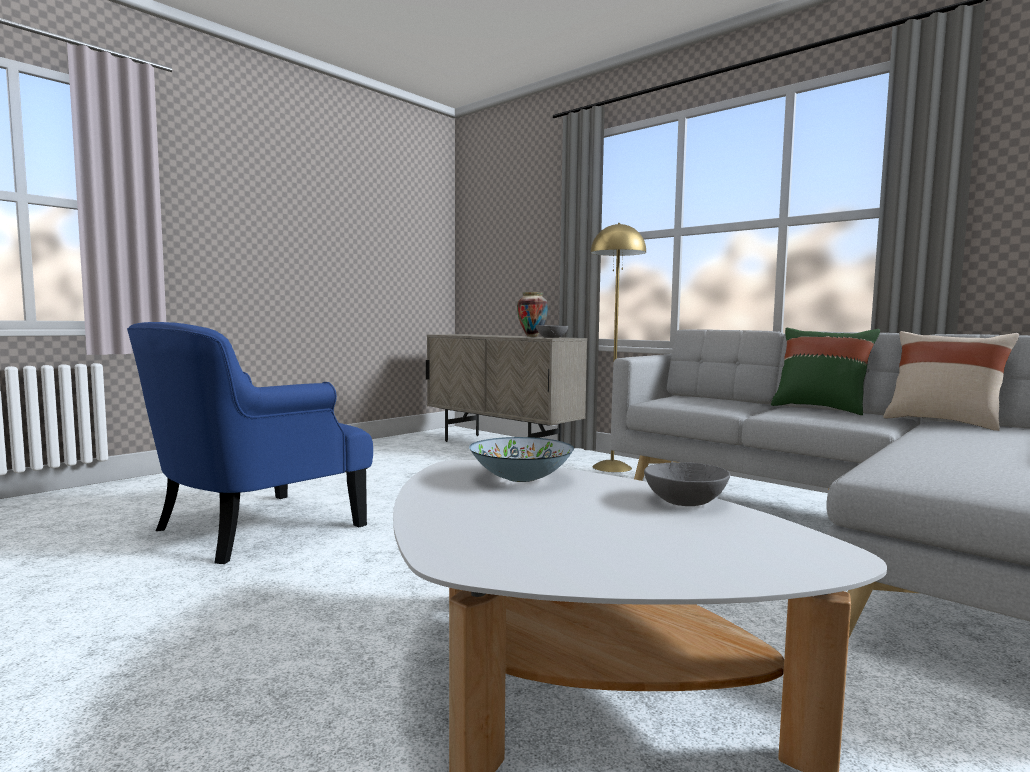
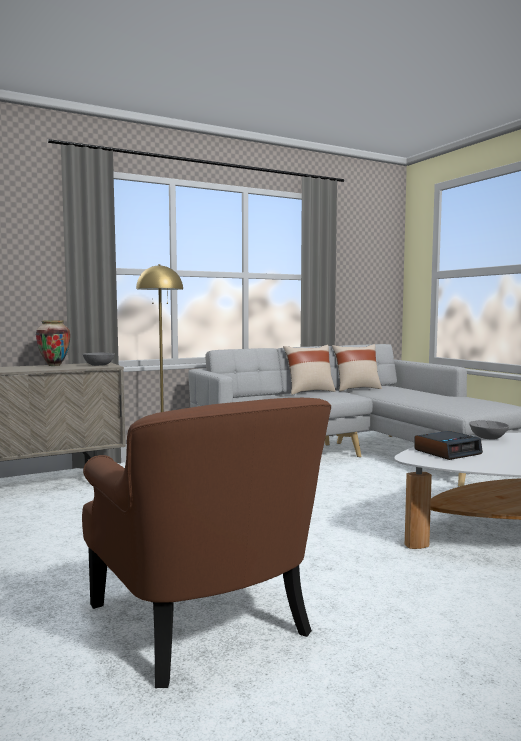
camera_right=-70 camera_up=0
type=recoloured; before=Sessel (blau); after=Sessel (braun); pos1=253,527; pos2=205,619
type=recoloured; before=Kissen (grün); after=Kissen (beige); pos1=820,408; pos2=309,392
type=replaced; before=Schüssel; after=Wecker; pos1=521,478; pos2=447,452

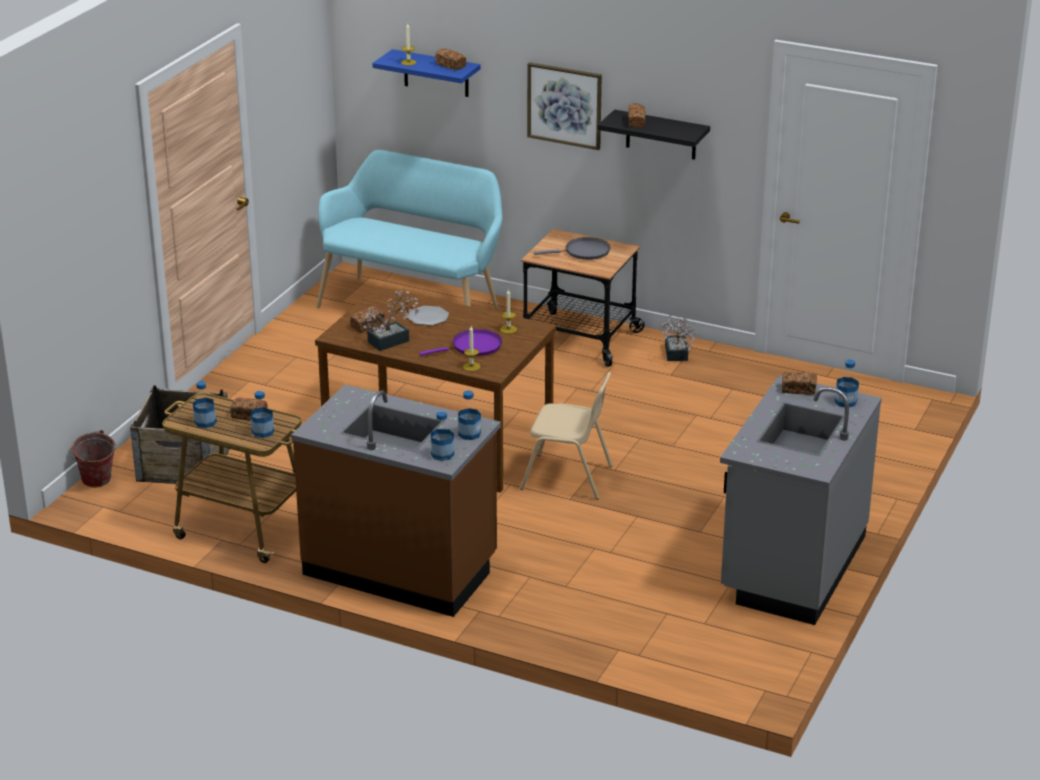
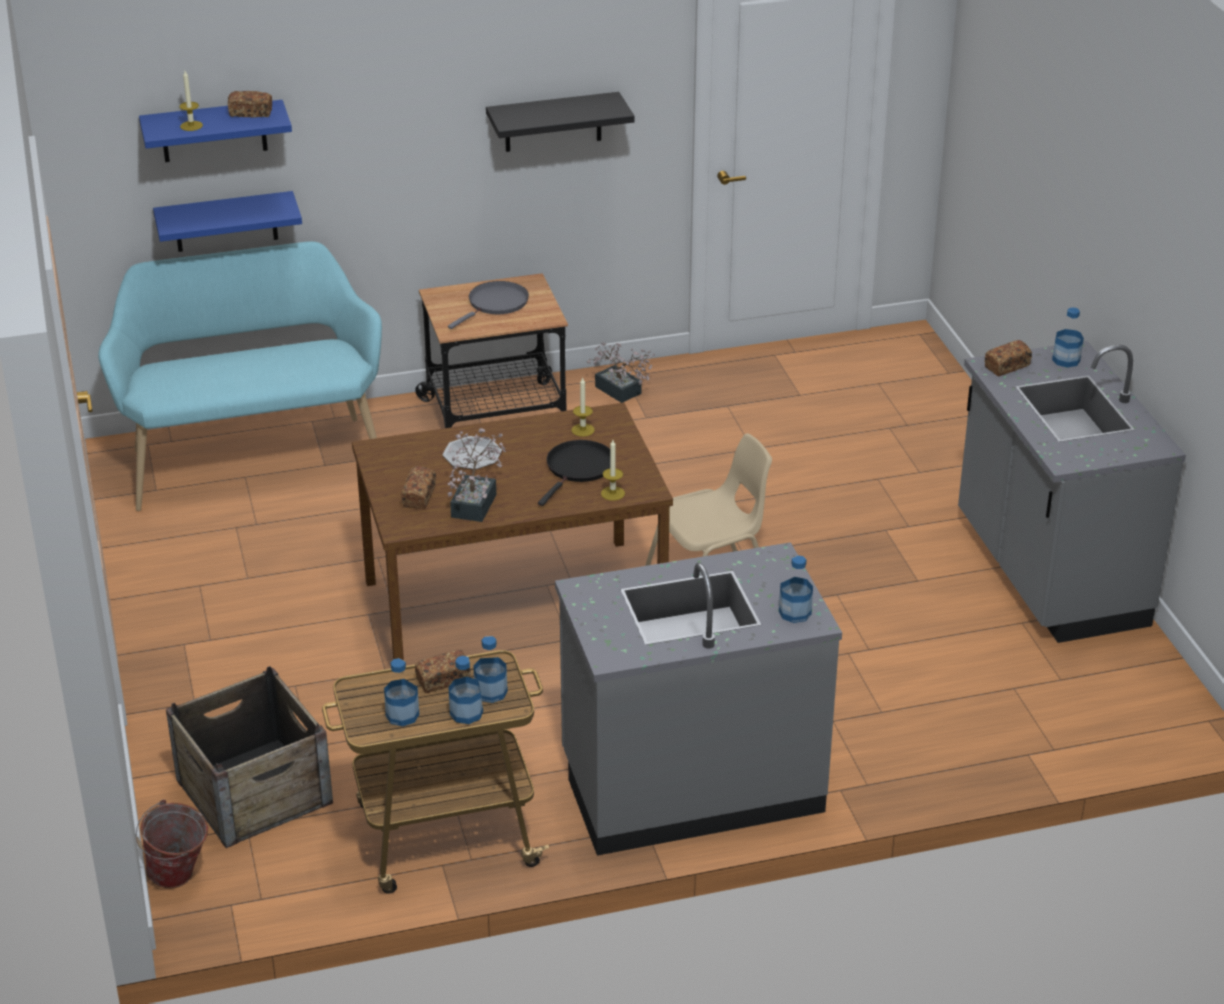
camera_right=-40 camera_up=5
type=removed; before=Bild; pos1=564,105
type=removed; before=Brot; pos1=636,122
type=recoloured; before=Pfanne (lila); after=Pfanne (schwarz); pos1=473,347; pos2=578,468
type=recoloured; before=Küchenzeile (braun); after=Küchenzeile (grau); pos1=401,568; pos2=691,785
type=moved; before=Flasche; pos1=469,434; pos2=466,713
type=added; after=Wandregal (blau); pos2=225,222

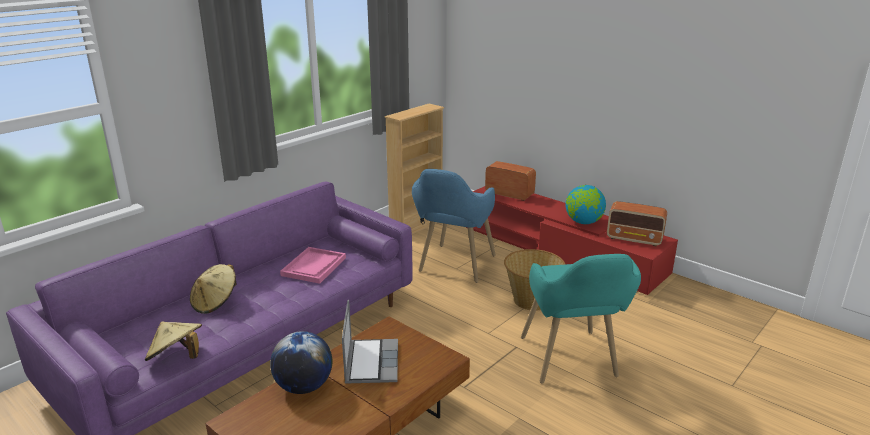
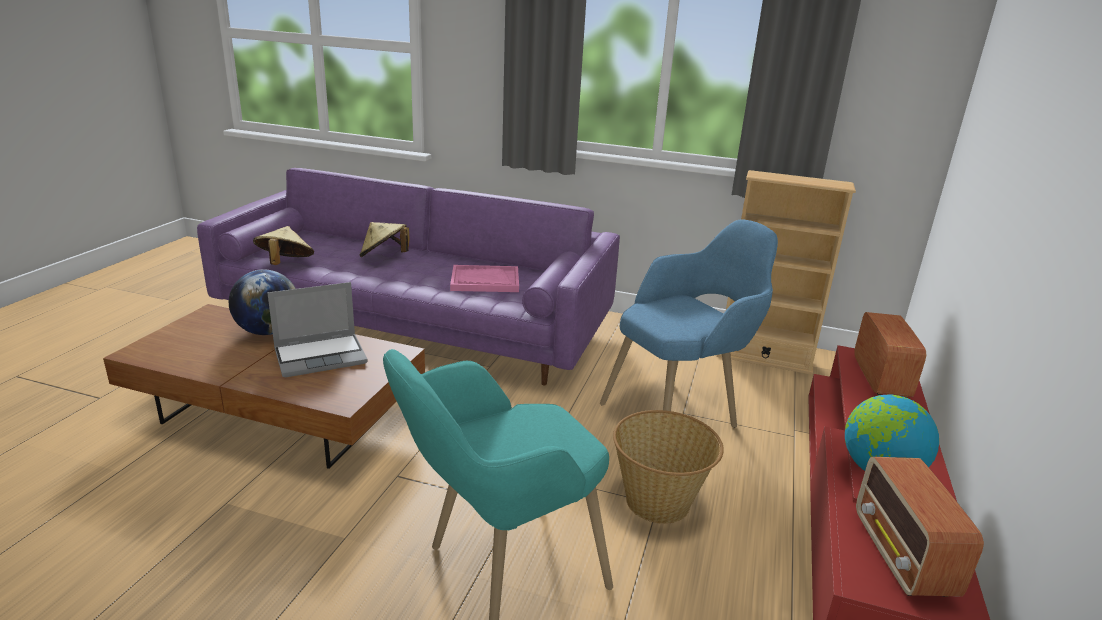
camera_right=65 camera_up=0
type=turned; before=Sessel (blau); pos1=454,268; pos2=680,411; turn=150

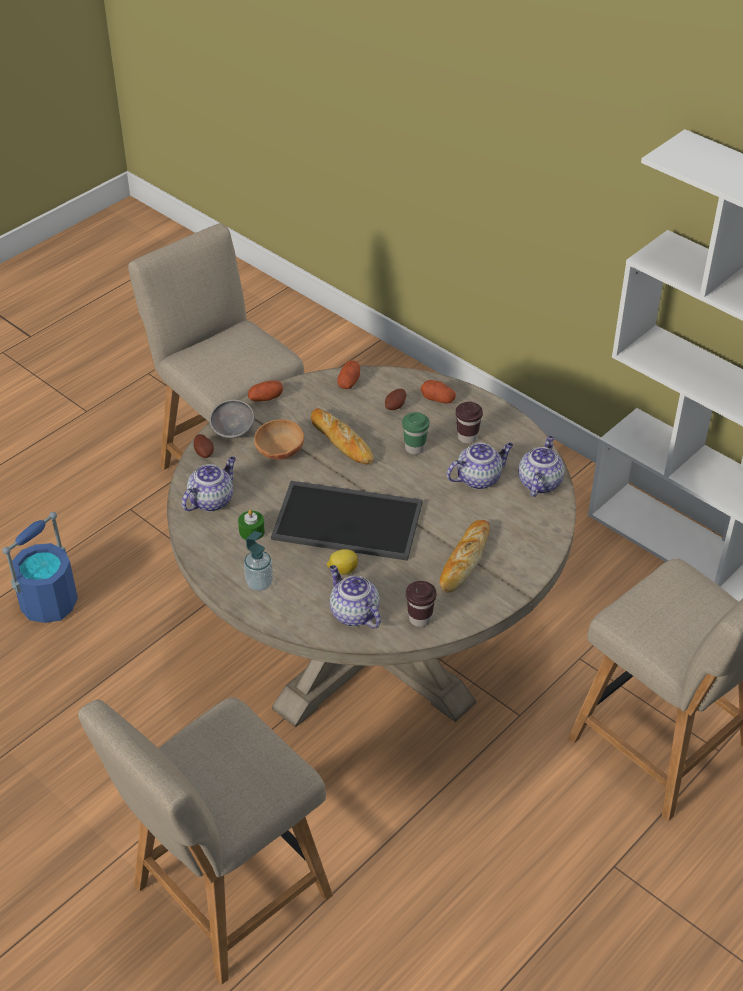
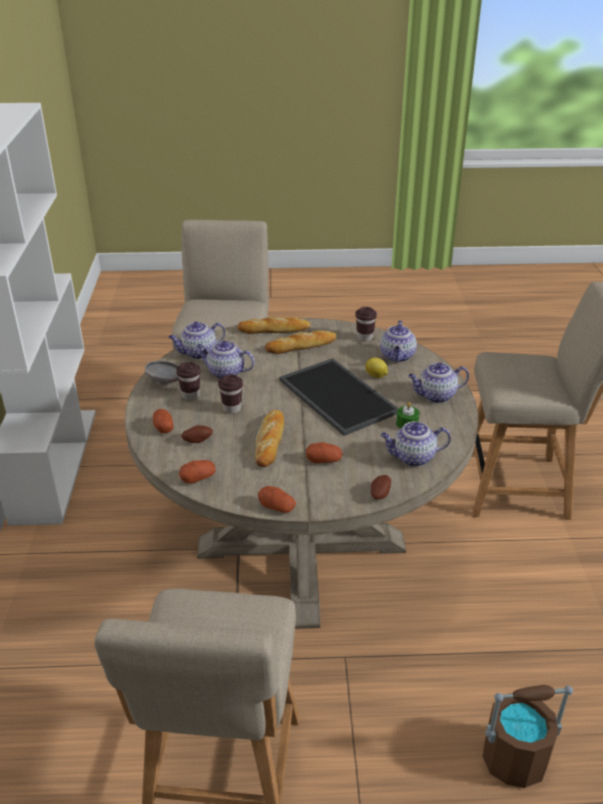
camera_right=-135 camera_up=-10
type=moved; before=Schüssel (grau); pos1=232,431; pos2=166,382
type=recoloured; before=Tasse (grün); after=Tasse (braun); pos1=414,448; pos2=232,409
type=replaced; before=Schüssel (braun); after=Kartoffel; pos1=279,452; pos2=324,460
type=recoloured; before=Eimer (blau); after=Eimer (braun); pos1=49,602; pos2=513,759
type=replaced; before=Seifenspender; after=Teekanne; pos1=259,583; pos2=435,396
type=added; after=Brot; pos2=274,330

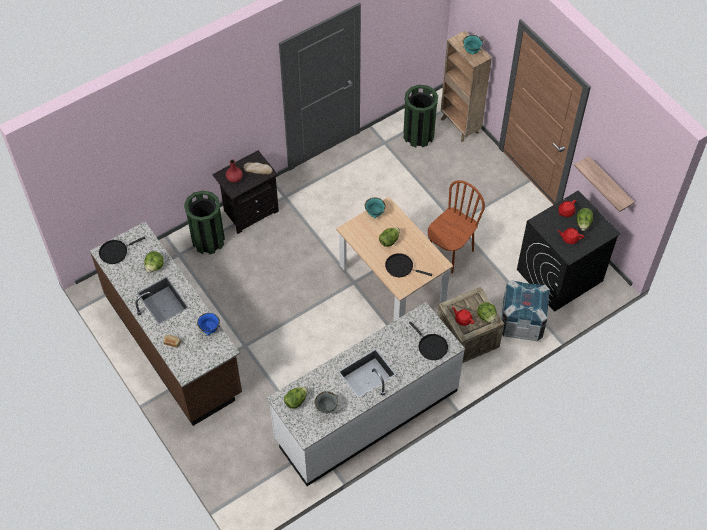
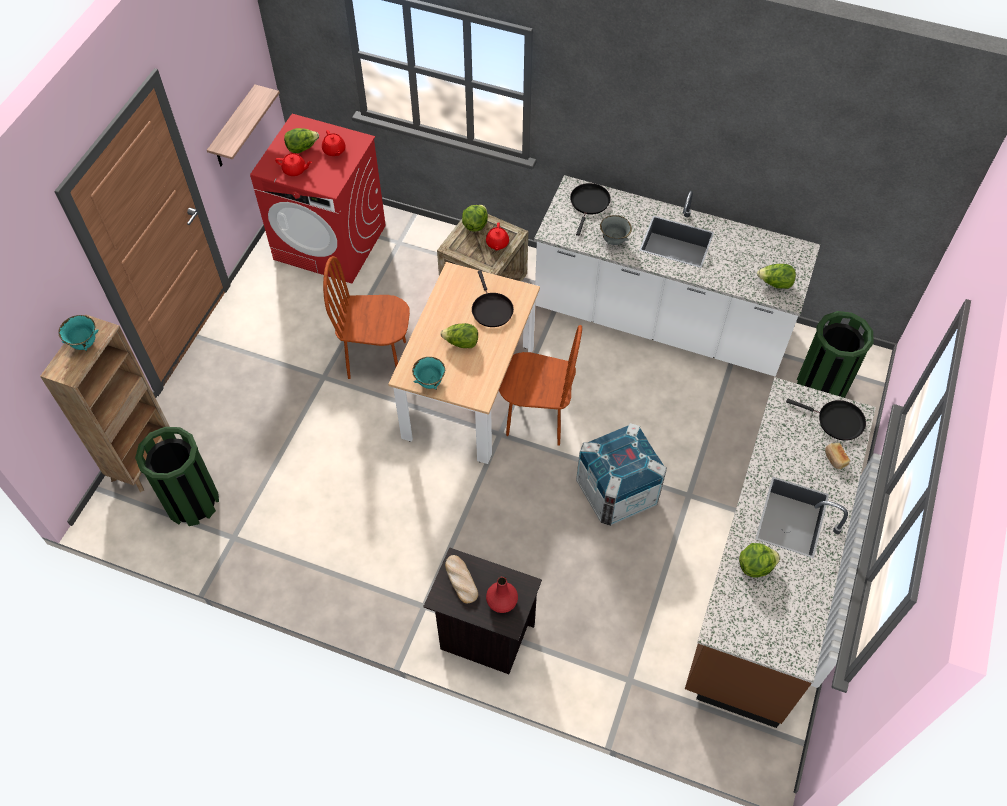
camera_right=-125 camera_up=0
type=recoloured; before=Waschmaschine (schwarz); after=Waschmaschine (rot); pos1=559,275; pos2=331,242
type=moved; before=Mülleimer (grün); pos1=208,240; pos2=820,389
type=moved; before=Pfanne (schwarz); pos1=115,252; pos2=837,421
type=moved; before=Kiste; pos1=521,322; pos2=617,491
type=removed; before=Schüssel (blau); pos1=209,329
type=moved; before=Schüssel (grau); pos1=326,408; pos2=613,241
type=added; after=Stuhl (braun); pos2=537,419

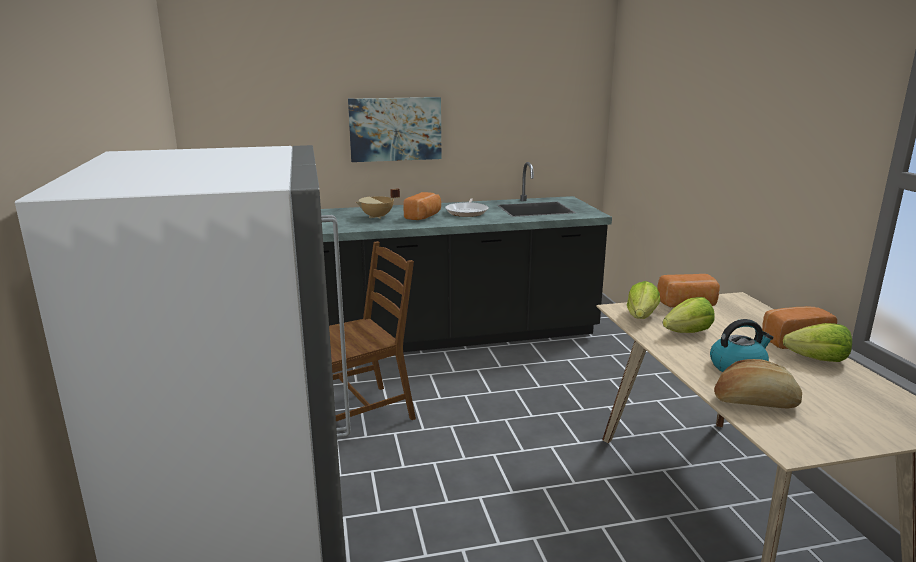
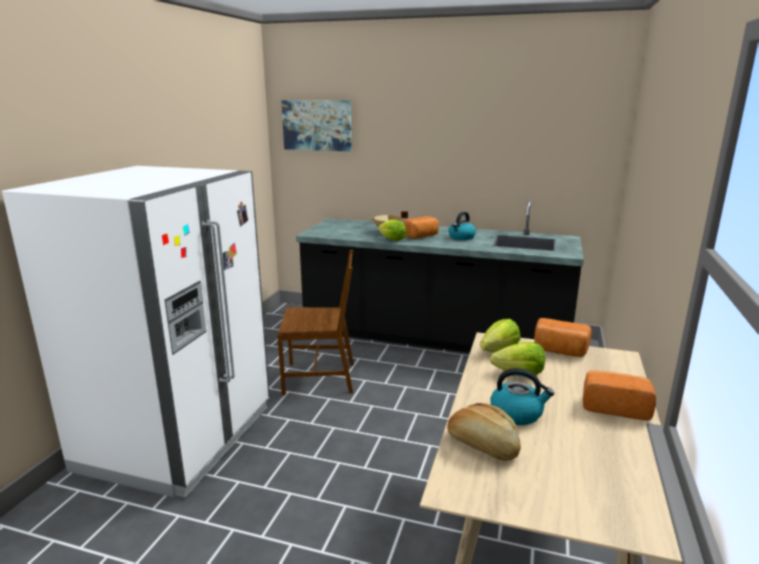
camera_right=30 camera_up=0
type=moved; before=Bild; pos1=395,129; pos2=317,125
type=replaced; before=Pfanne; after=Wasserkessel; pos1=467,212; pos2=461,237
type=moved; before=Salatkopf; pos1=817,359; pos2=392,239

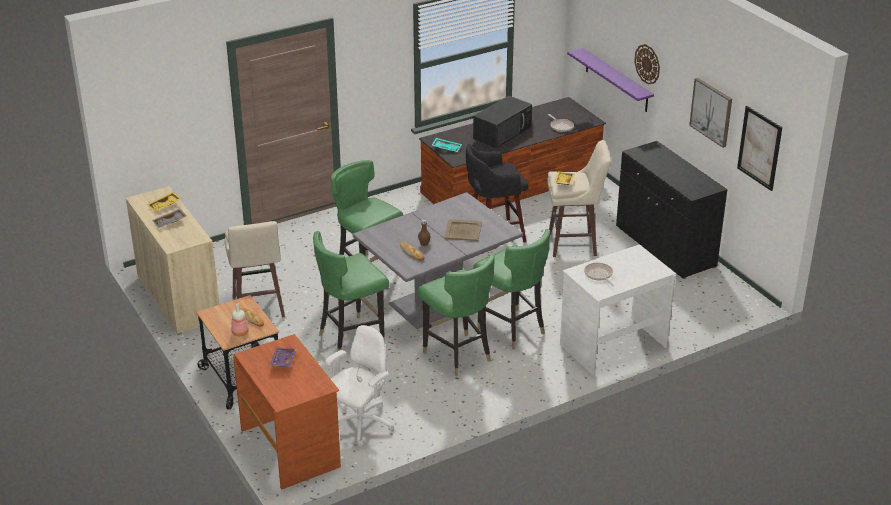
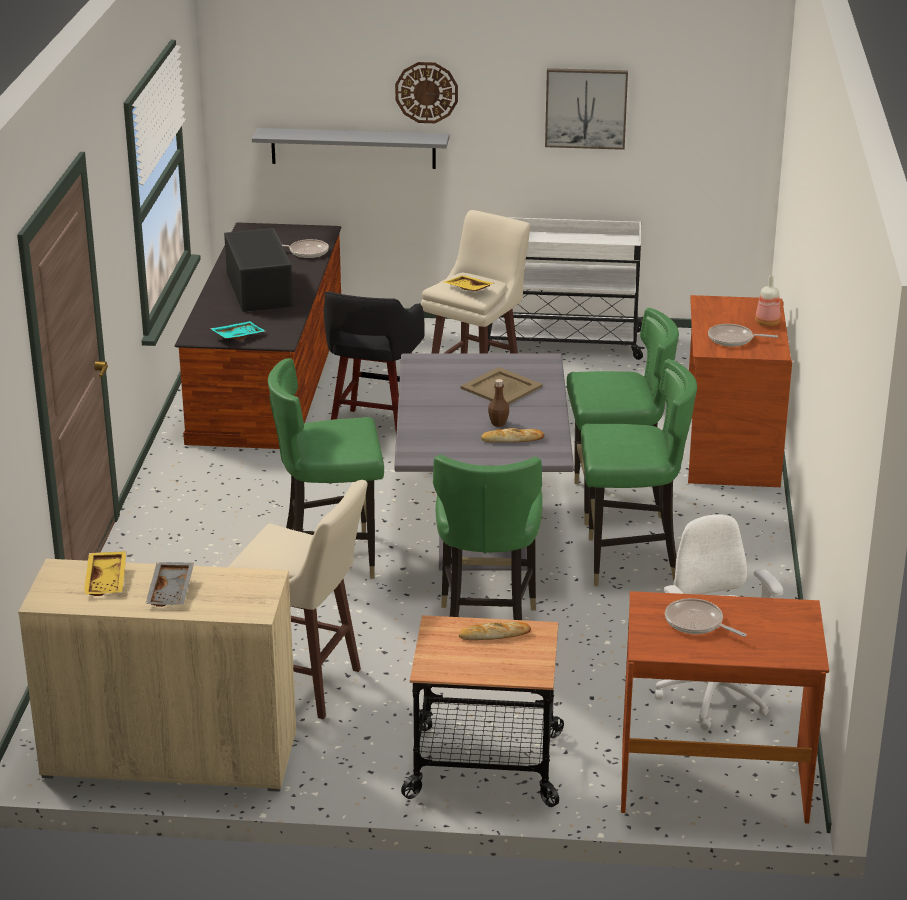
camera_right=-55 camera_up=-5
type=recoloured; before=Wandregal (lila); after=Wandregal (grau); pos1=616,80; pos2=353,148
type=removed; before=Bild; pos1=759,148
type=replaced; before=Schrank (schwarz); after=Rollwagen (weiß); pos1=665,247; pos2=559,342
type=recoloured; before=Schreibtisch (weiß); after=Schreibtisch (braun); pos1=612,345; pos2=729,451
type=moved; before=Flasche; pos1=240,333; pos2=768,323
type=replaced; before=Tablett (lila); after=Pfanne; pos1=282,361; pos2=696,623

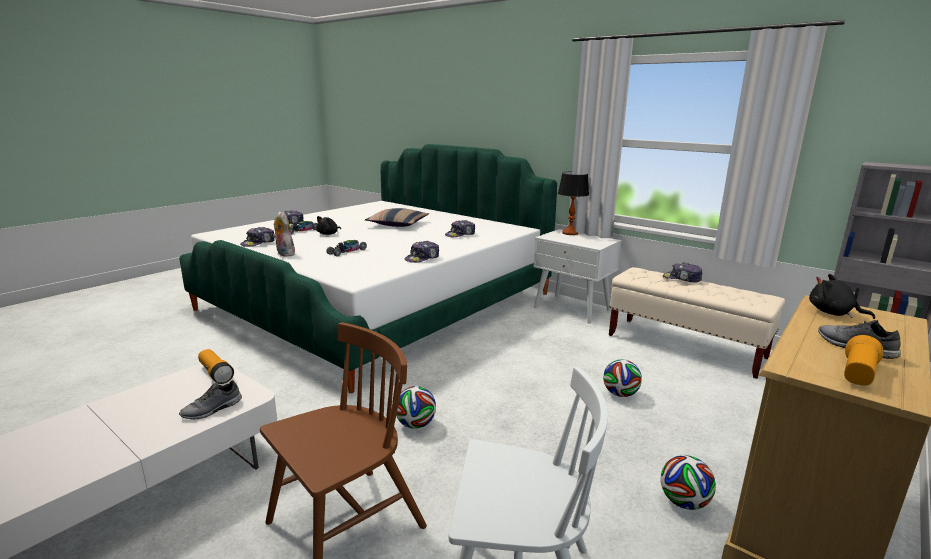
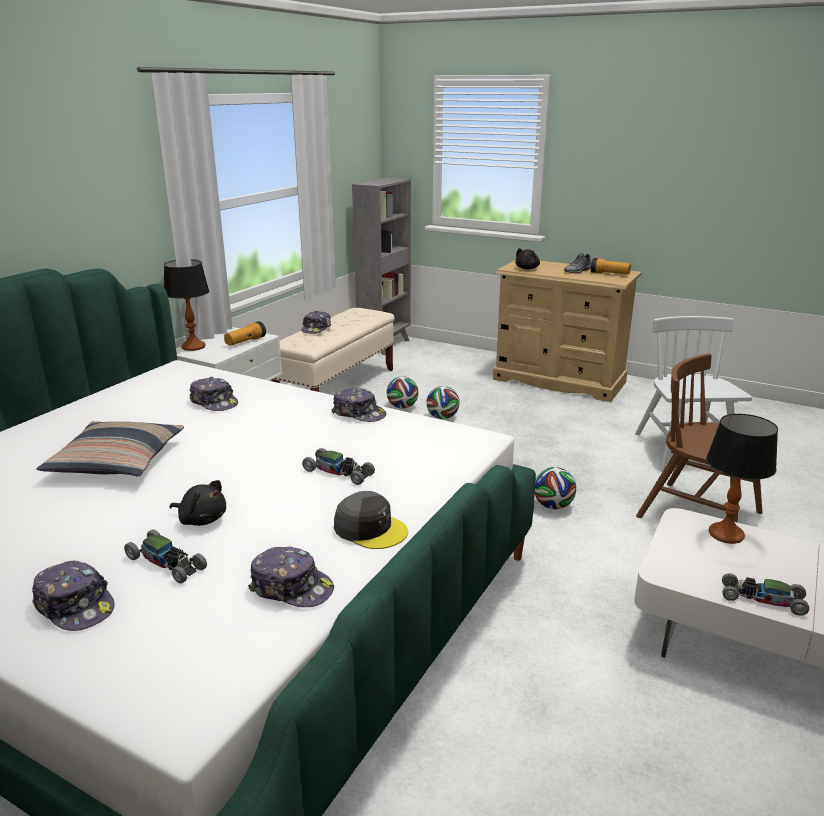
camera_right=-100 camera_up=5
type=replaced; before=Plüschtier; after=Kappe (grau); pos1=284,254; pos2=370,529
type=moved; before=Taschenlampe; pos1=216,373; pos2=245,342
type=replaced; before=Schuh (grau); after=Tischlampe; pos1=212,410; pos2=726,534
type=moved; before=Fußball; pos1=683,502; pos2=402,407
type=added; after=Spielzeugauto; pos2=762,599

